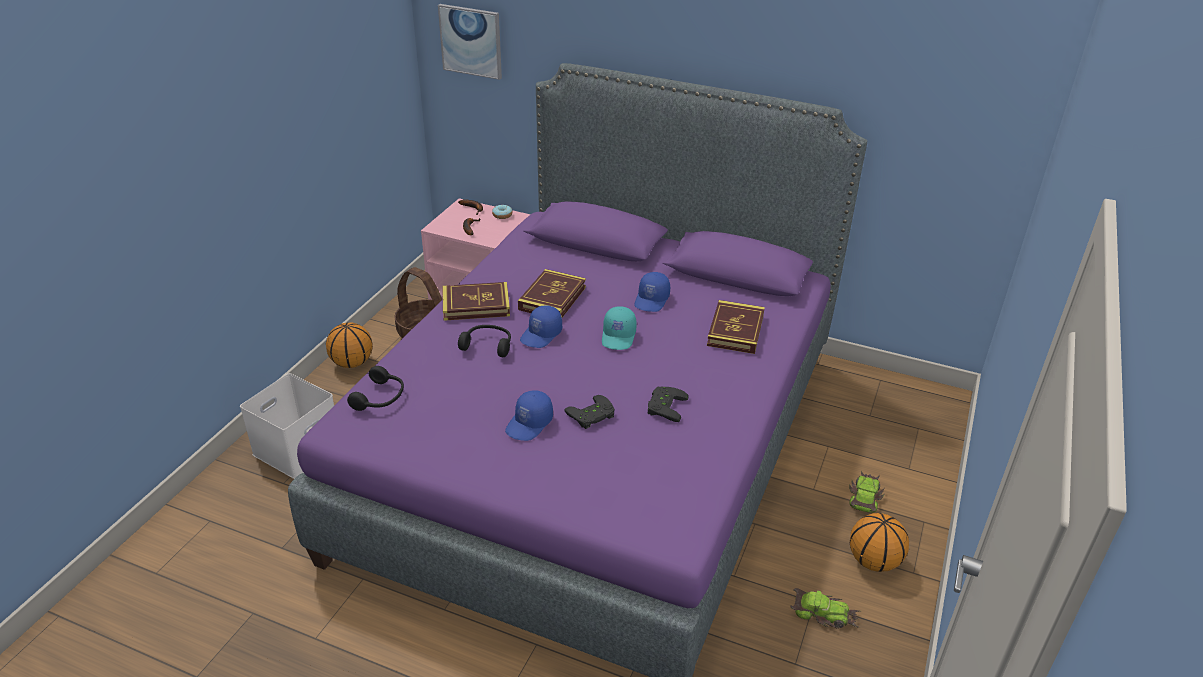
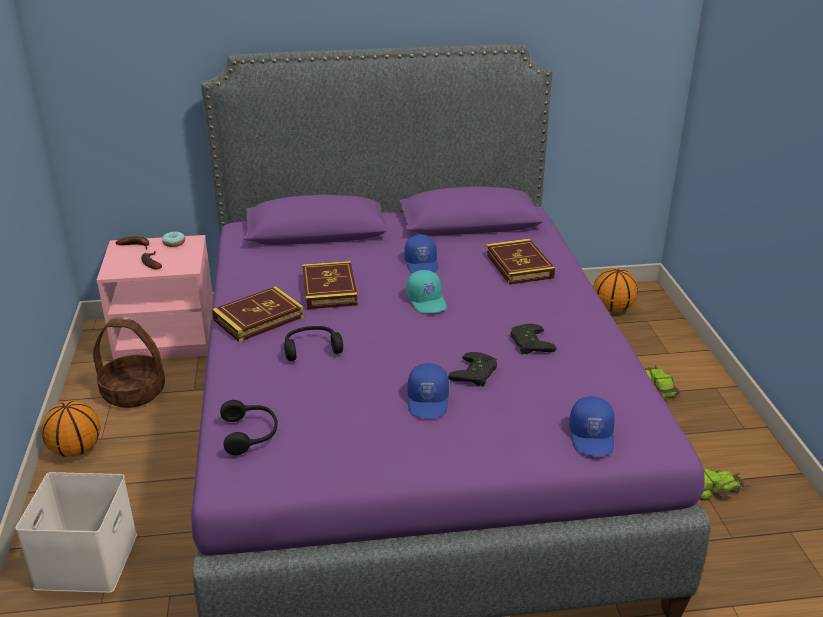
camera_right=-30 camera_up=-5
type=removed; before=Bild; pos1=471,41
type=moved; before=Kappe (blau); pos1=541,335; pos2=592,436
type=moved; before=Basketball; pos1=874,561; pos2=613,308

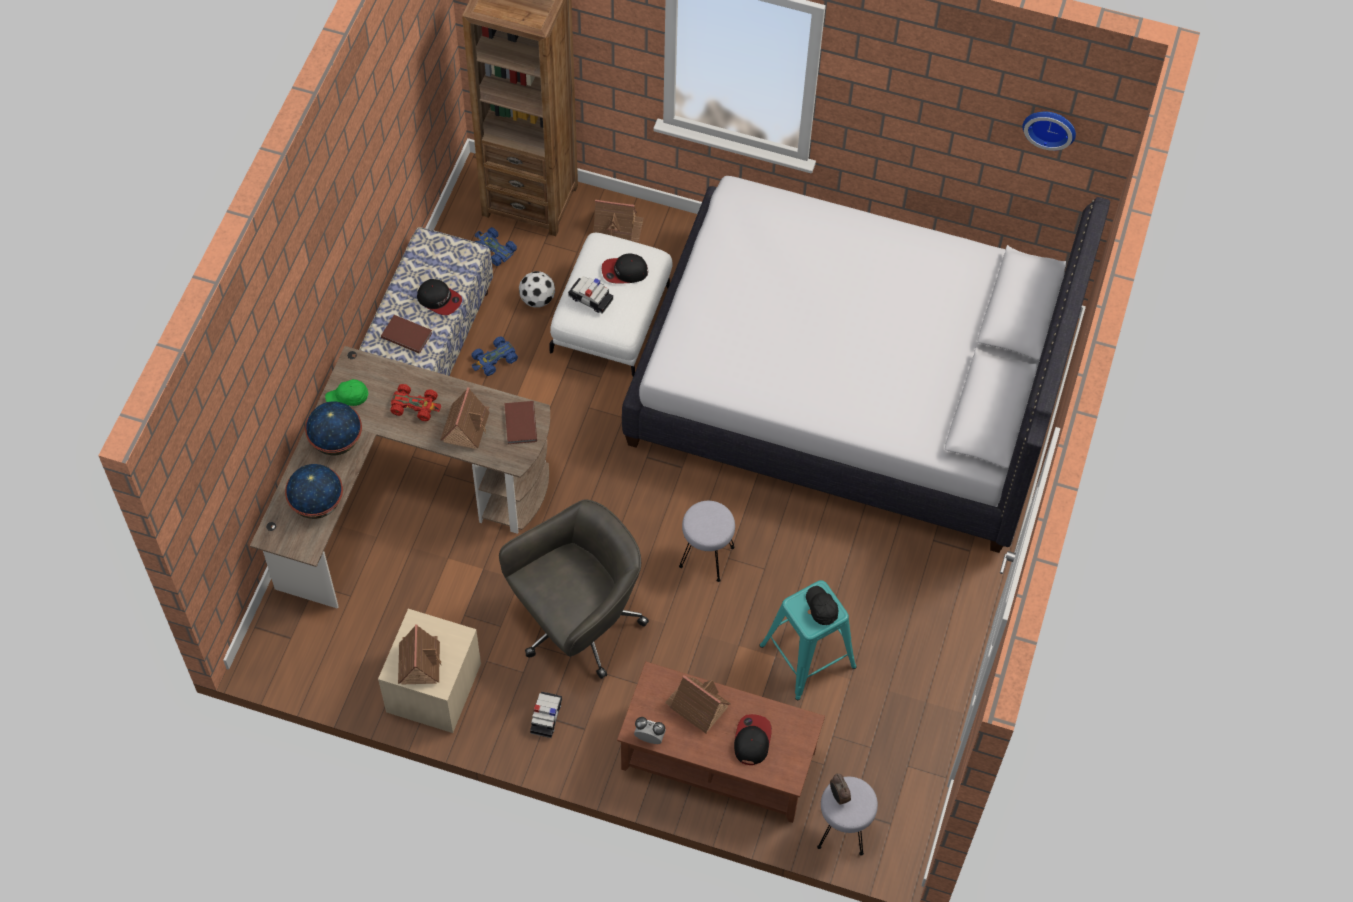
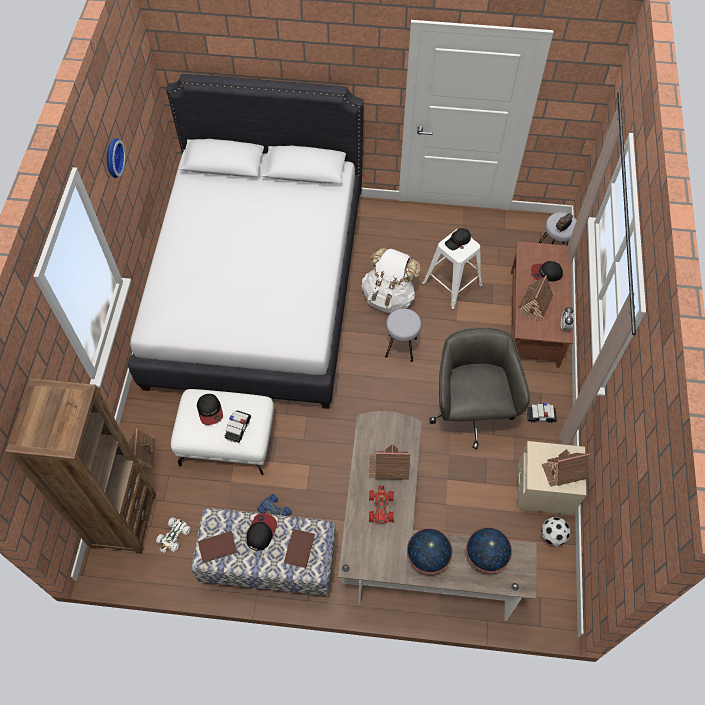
camera_right=-100 camera_up=0
type=moved; before=Wanduhr; pos1=1050,126; pos2=112,157
type=recoloured; before=Spielzeugauto (blau); after=Spielzeugauto (weiß); pos1=494,249; pos2=174,536
type=moved; before=Fußball; pos1=537,299; pos2=552,535
type=removed; before=Kappe (grün); pos1=348,398
type=moved; before=Buch (braun); pos1=519,424; pos2=218,548
type=turned; before=Bürostuhl (grau); pos1=577,624; pos2=470,412; turn=45
type=recoloured; before=Hocker (türkis); after=Hocker (weiß); pos1=807,657; pos2=453,284
type=added; after=Rucksack (weiß); pos2=389,296

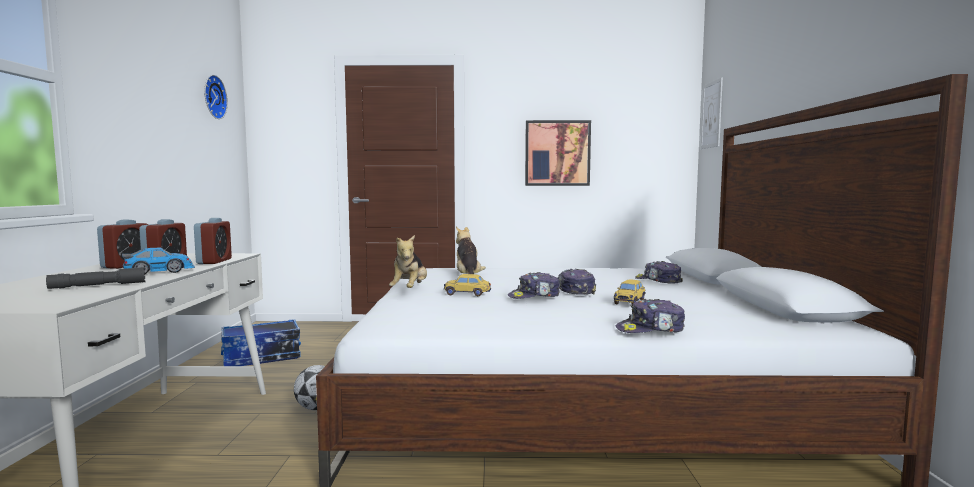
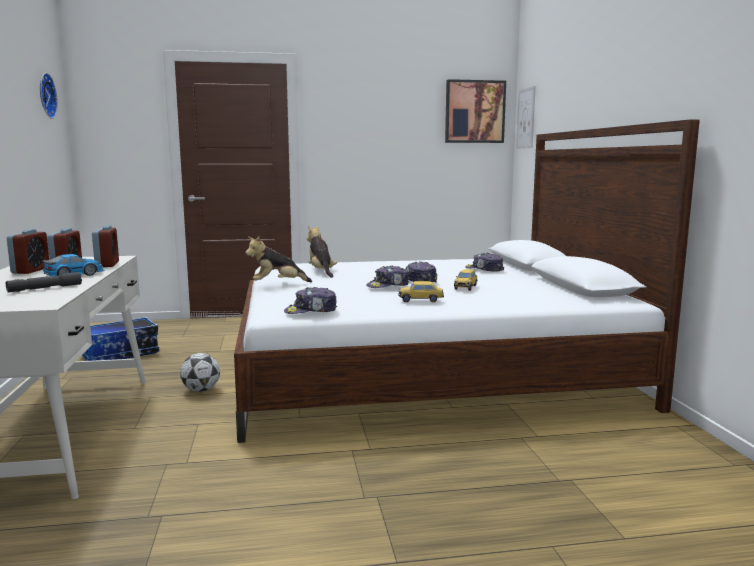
camera_right=-10 camera_up=5
type=moved; before=Bild; pos1=557,153; pos2=474,111
type=turned; before=Plüschtier; pos1=410,290; pos2=277,284; turn=75
type=moved; before=Spielzeugauto; pos1=467,294; pos2=420,300
type=moved; before=Kappe; pos1=651,330; pos2=311,311

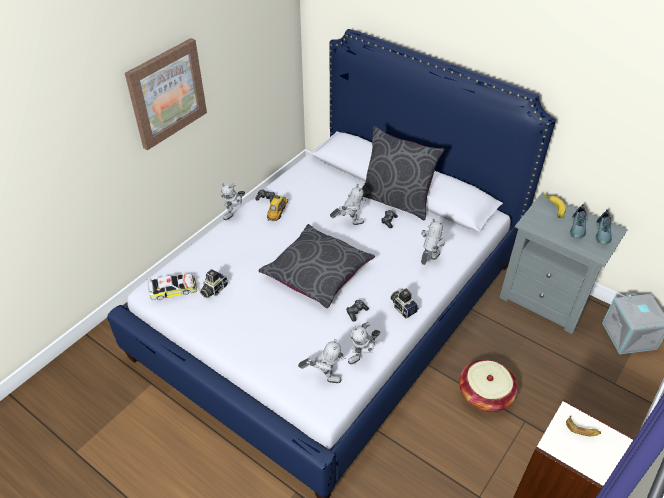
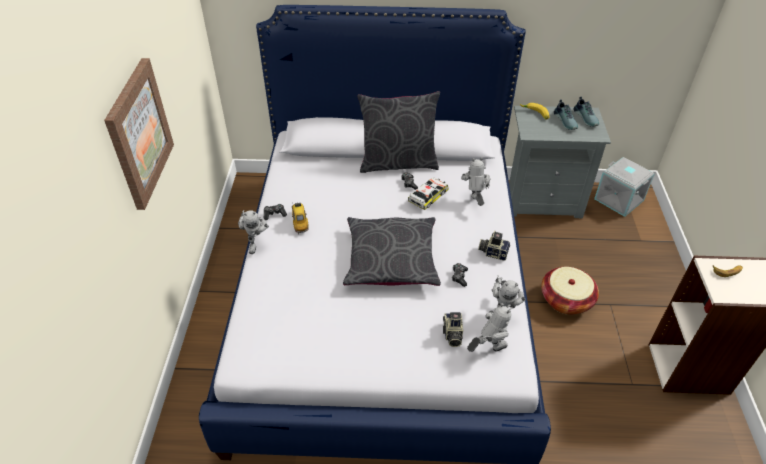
camera_right=-35 camera_up=0
type=removed; before=Spielzeugroboter; pos1=349,222
type=moved; before=Kamera; pos1=213,289; pos2=452,334
type=moved; before=Spielzeugauto; pos1=173,290; pos2=428,196

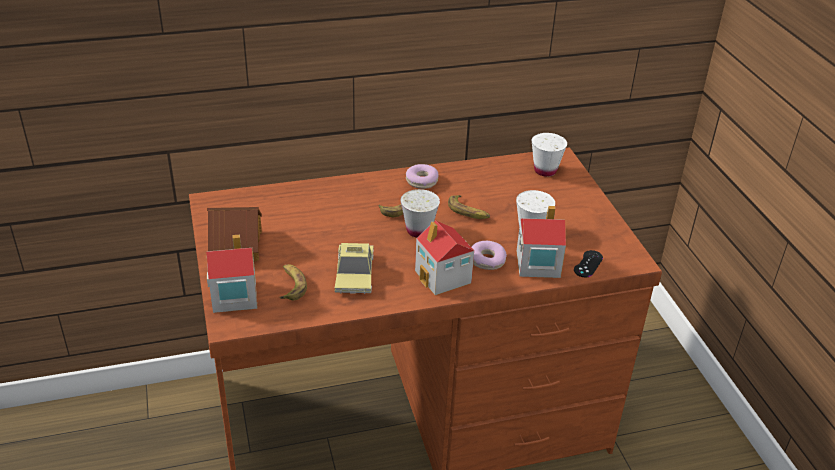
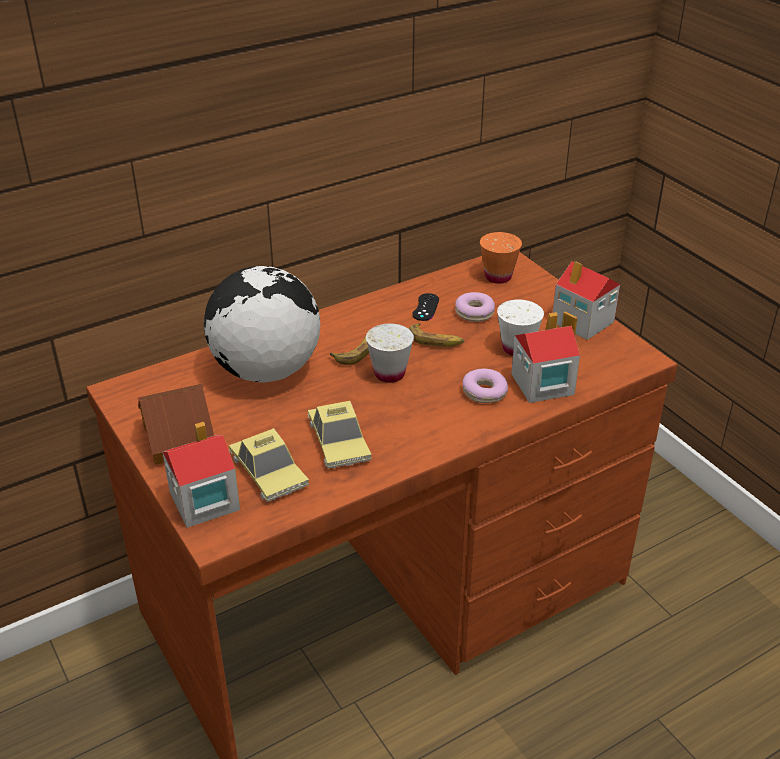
camera_right=-15 camera_up=0
type=recoloured; before=Tasse (weiß); after=Tasse (orange); pos1=545,170; pos2=498,277
type=moved; before=Donut; pos1=422,181; pos2=474,312
type=moved; before=Spielzeughaus; pos1=443,277; pos2=583,322
type=moved; before=Gamepad (schwarz); pos1=588,264; pos2=425,307
type=replaced; before=Banane; after=Spielzeugauto; pos1=291,285; pos2=268,472
type=added; after=Globus; pos2=266,371

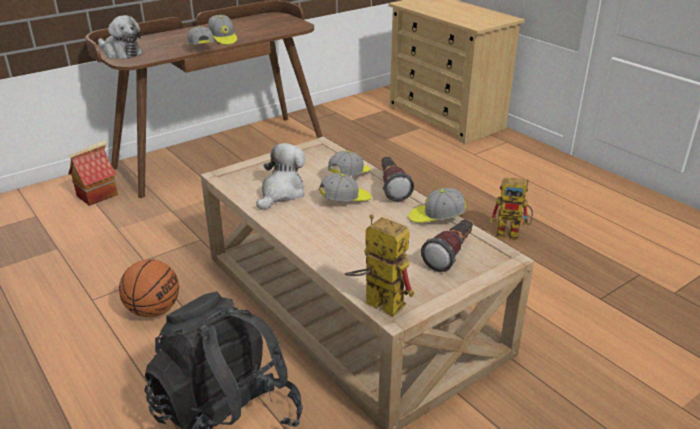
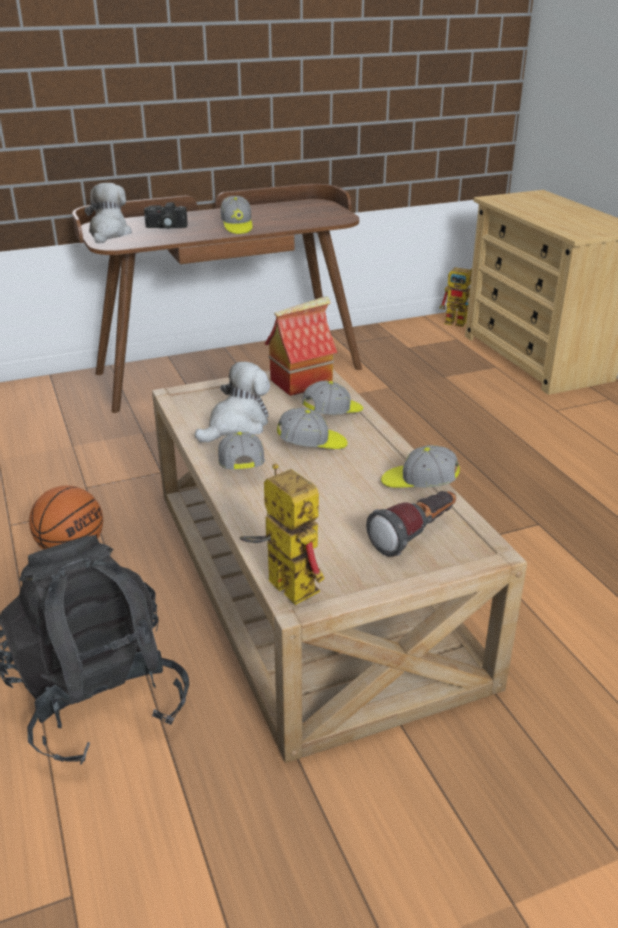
camera_right=15 camera_up=0
type=turned; before=Plüschtier; pos1=121,53; pos2=108,234; turn=-135
type=moved; before=Kappe; pos1=200,48; pos2=240,465
type=moved; before=Spielzeughaus; pos1=97,194; pos2=301,381
type=removed; before=Taschenlampe; pos1=391,187
type=moved; before=Spielzeugroboter; pos1=512,233; pos2=460,323
type=added; after=Kamera; pos2=165,227

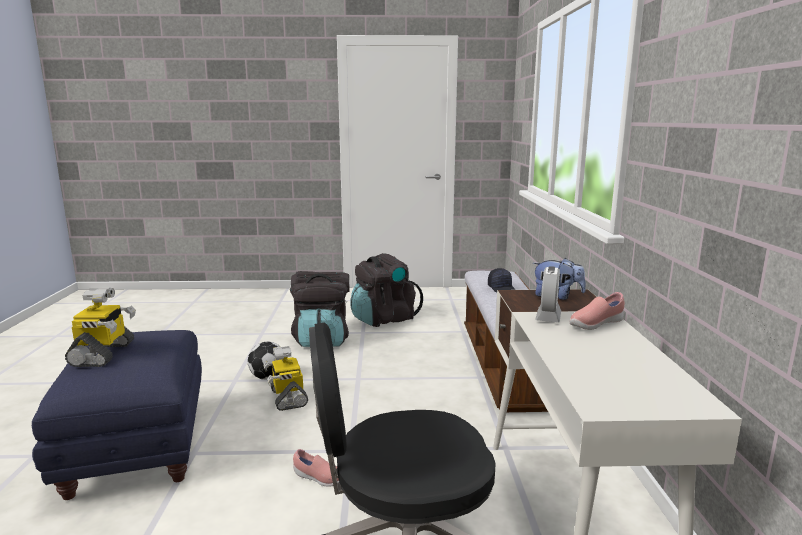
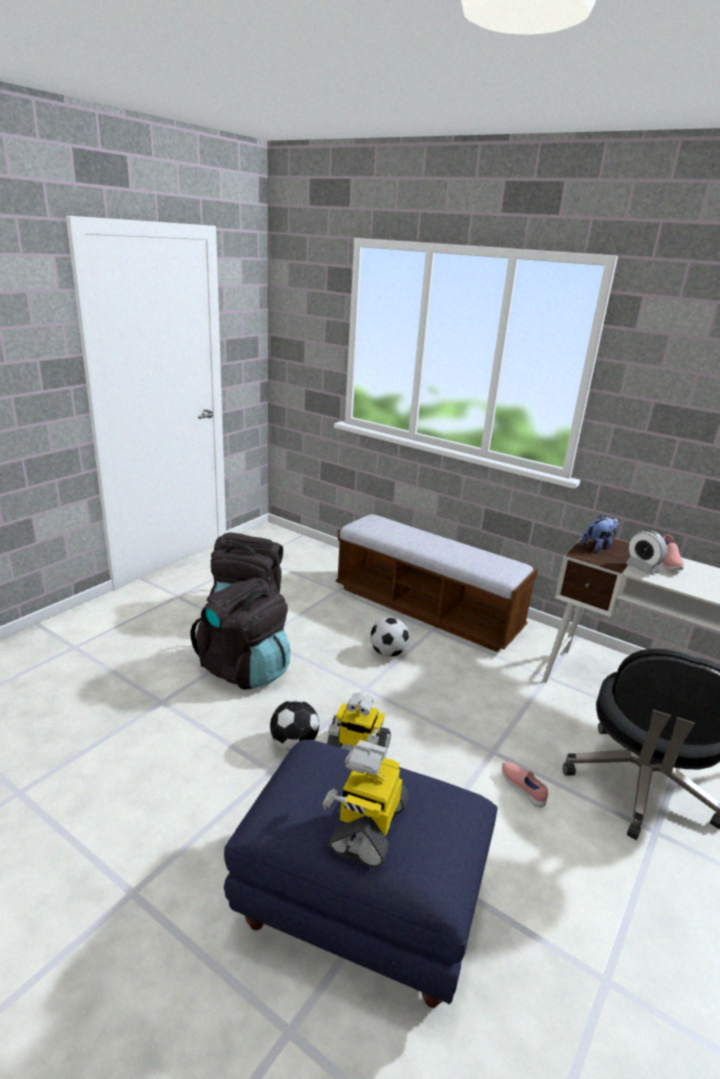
camera_right=-55 camera_up=10
type=removed; before=Kappe (schwarz); pos1=502,289
type=turned; before=Spielzeugroboter; pos1=104,354; pos2=367,826; turn=-105
type=turned; before=Schuh (rosa); pos1=319,478; pos2=523,788; turn=-90
type=added; after=Fußball; pos2=388,653

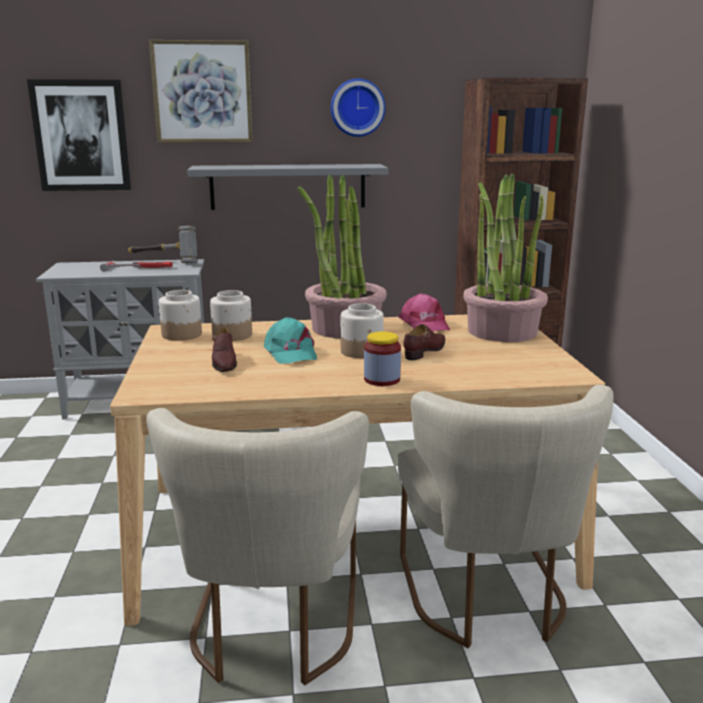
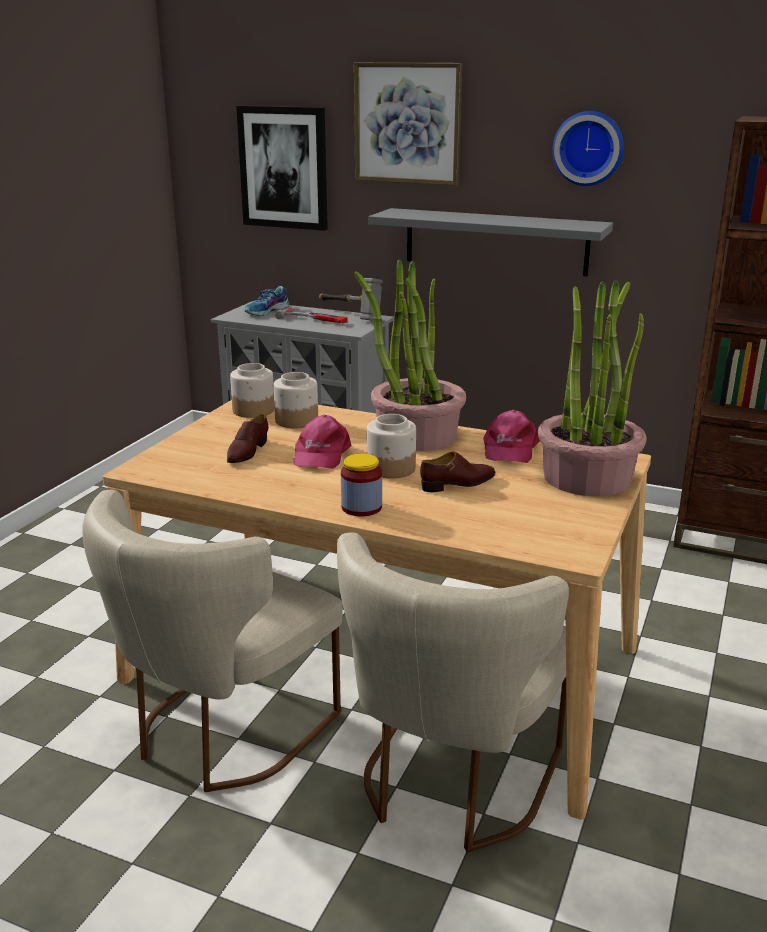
camera_right=30 camera_up=5
type=recoloured; before=Kappe (türkis); after=Kappe (rosa); pos1=290,352; pos2=321,454
type=added; after=Schuh; pos2=267,311

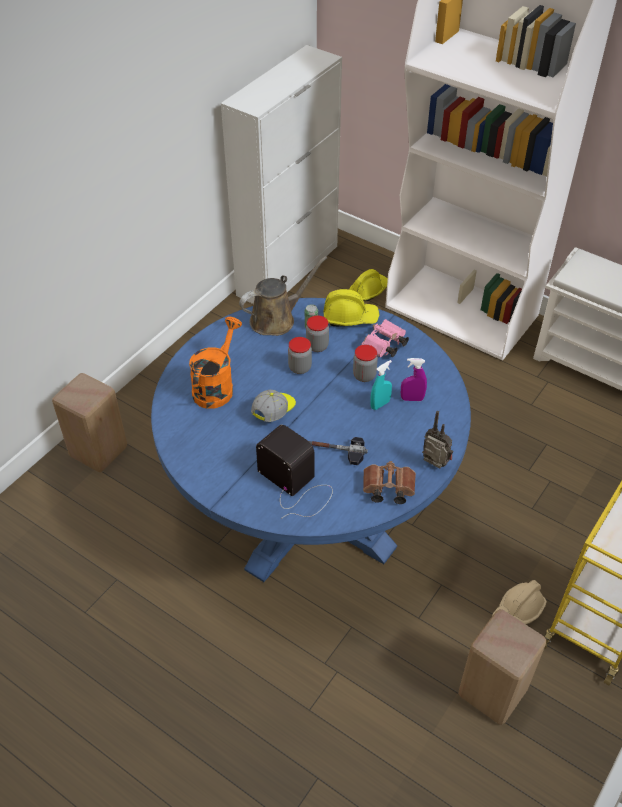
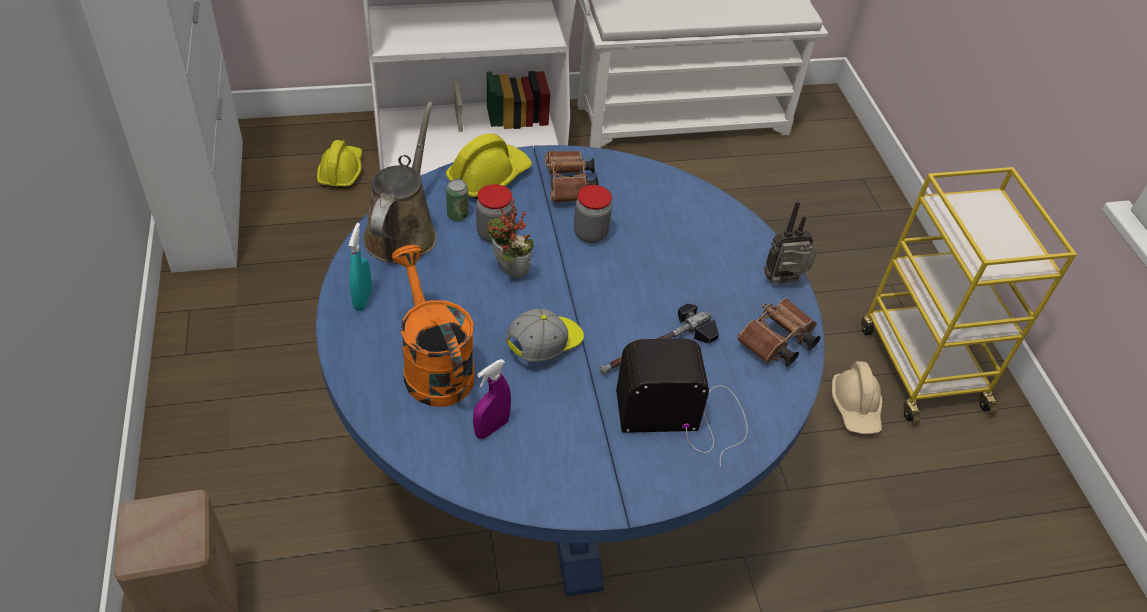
camera_right=-50 camera_up=0
type=recoloured; before=Fernglas (rosa); after=Fernglas (braun); pos1=384,346; pos2=569,187
type=replaced; before=Vorratsglas; after=Topfpflanze; pos1=300,368; pos2=507,272
type=moved; before=Sprühflasche (lila); pos1=412,399; pos2=491,428
type=moved; before=Sprühflasche (türkis); pos1=380,404; pos2=362,299
type=turned; before=Kappe; pos1=274,411; pos2=545,345; turn=60
type=removed; before=Hocker (beige); pos1=492,694

